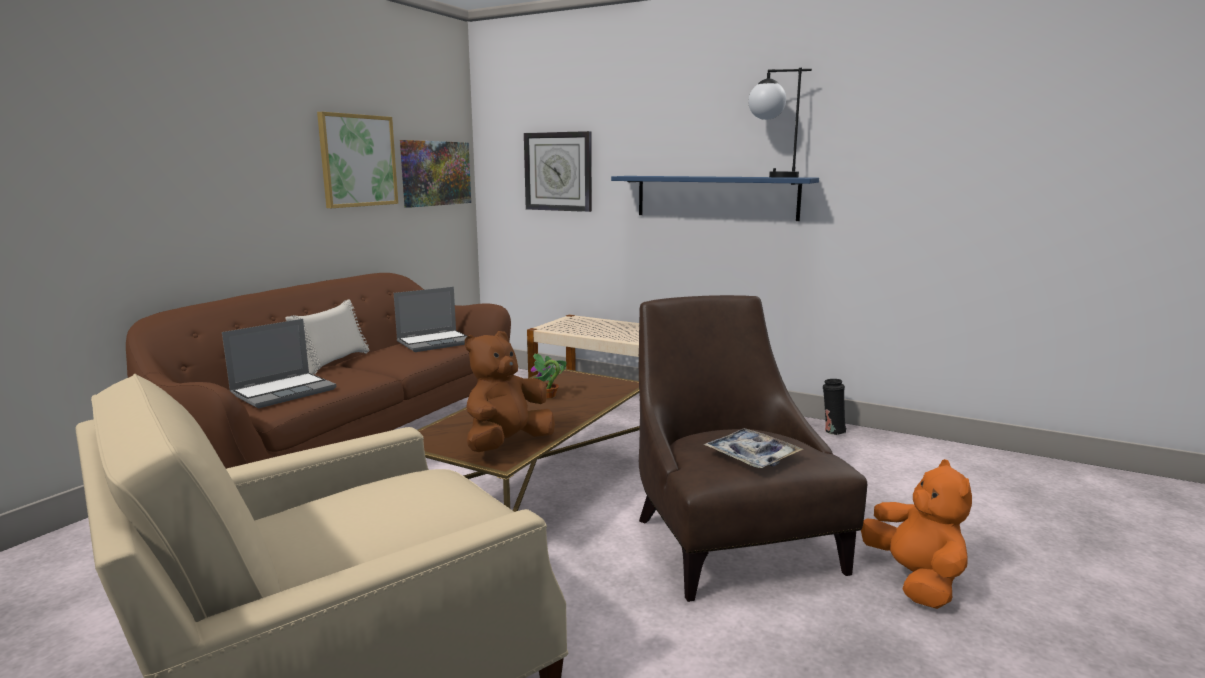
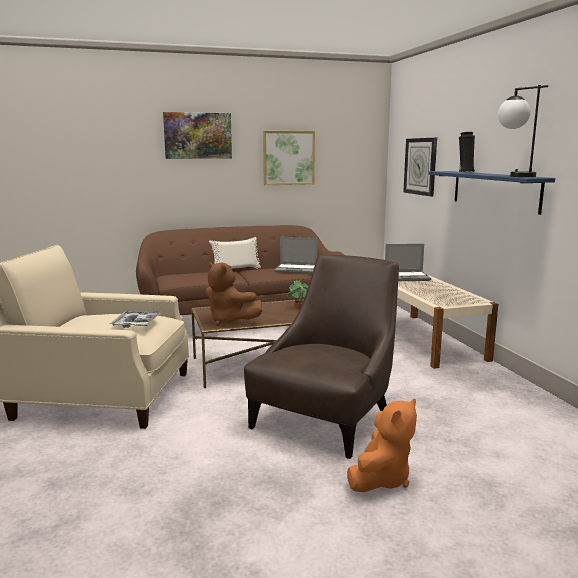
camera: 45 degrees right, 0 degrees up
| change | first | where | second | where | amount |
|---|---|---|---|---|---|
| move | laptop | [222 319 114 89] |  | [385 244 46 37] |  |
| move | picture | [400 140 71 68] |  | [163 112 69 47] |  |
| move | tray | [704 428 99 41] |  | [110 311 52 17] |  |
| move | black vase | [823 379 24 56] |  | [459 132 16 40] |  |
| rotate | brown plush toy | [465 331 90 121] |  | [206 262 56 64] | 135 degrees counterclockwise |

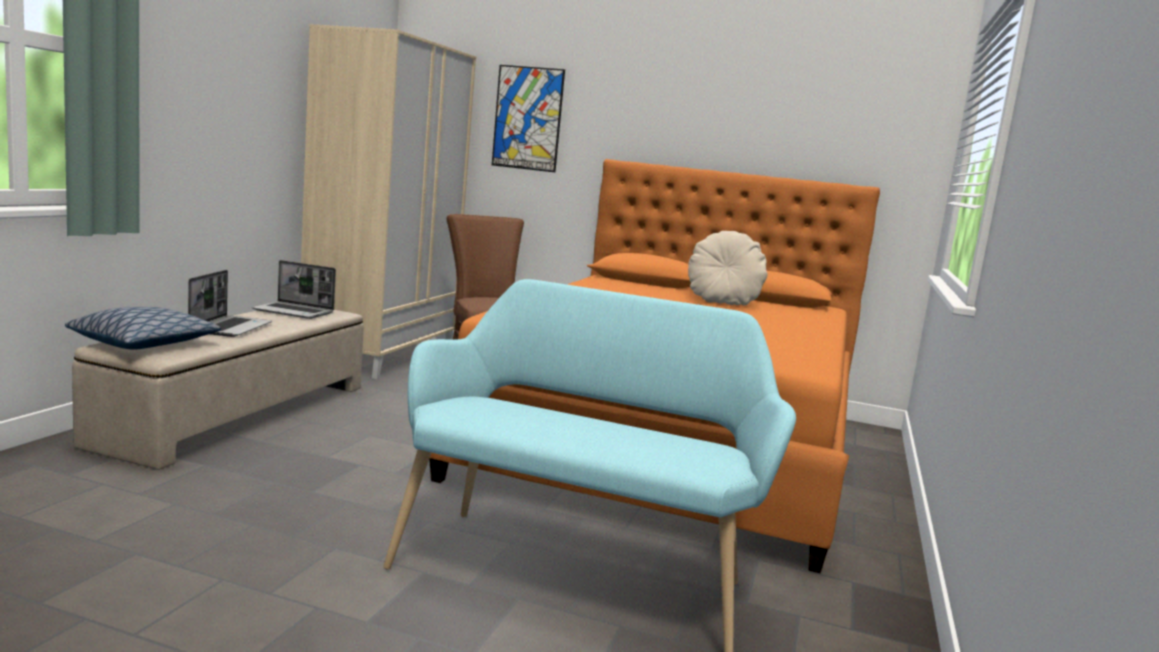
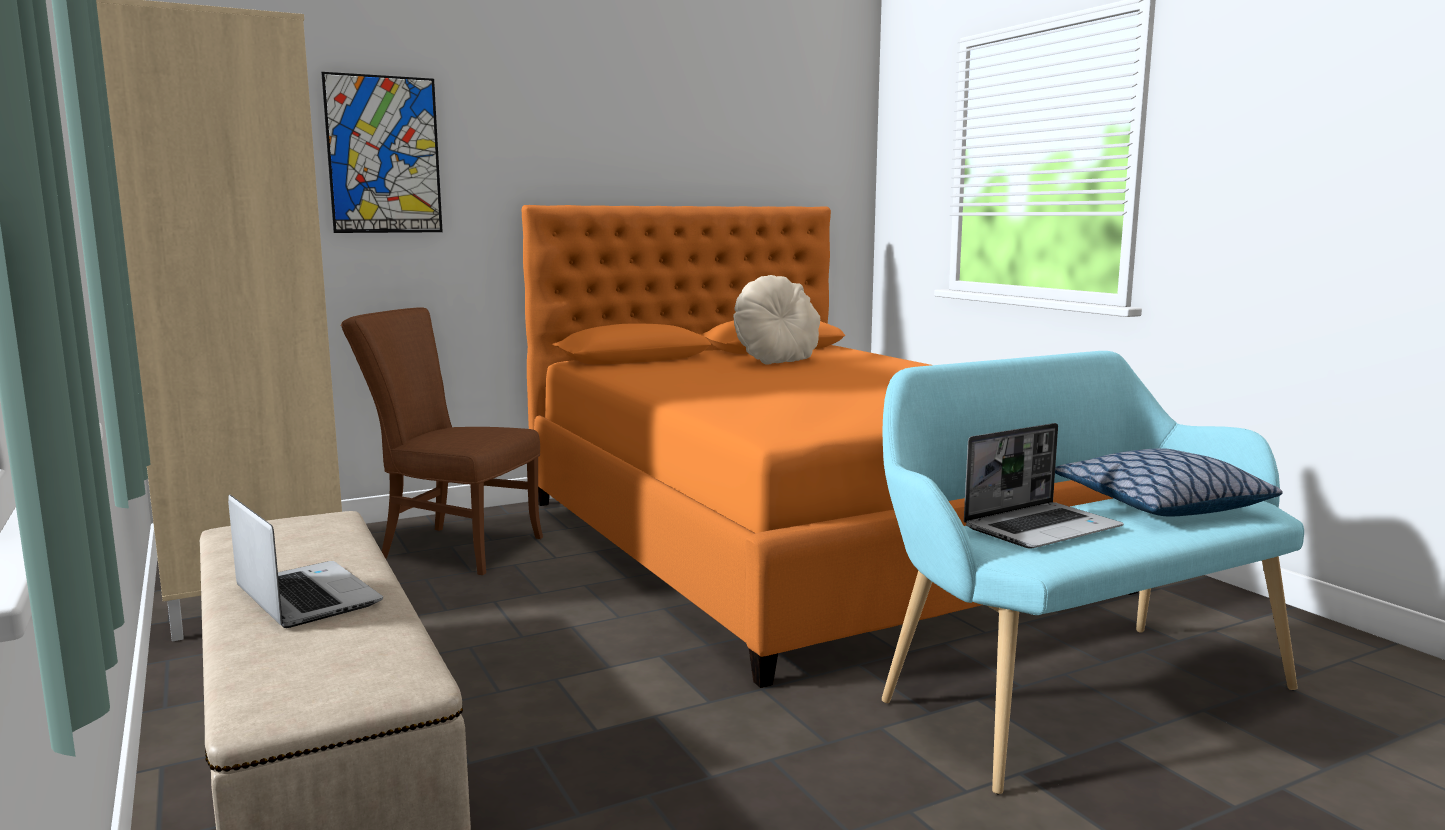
camera: 45 degrees left, 0 degrees up
| change | first | where | second | where | amount |
|---|---|---|---|---|---|
| move | pillow | [65 307 156 42] |  | [1055 448 228 68] |  |
| move | laptop | [252 260 84 59] |  | [964 423 159 126] |  |

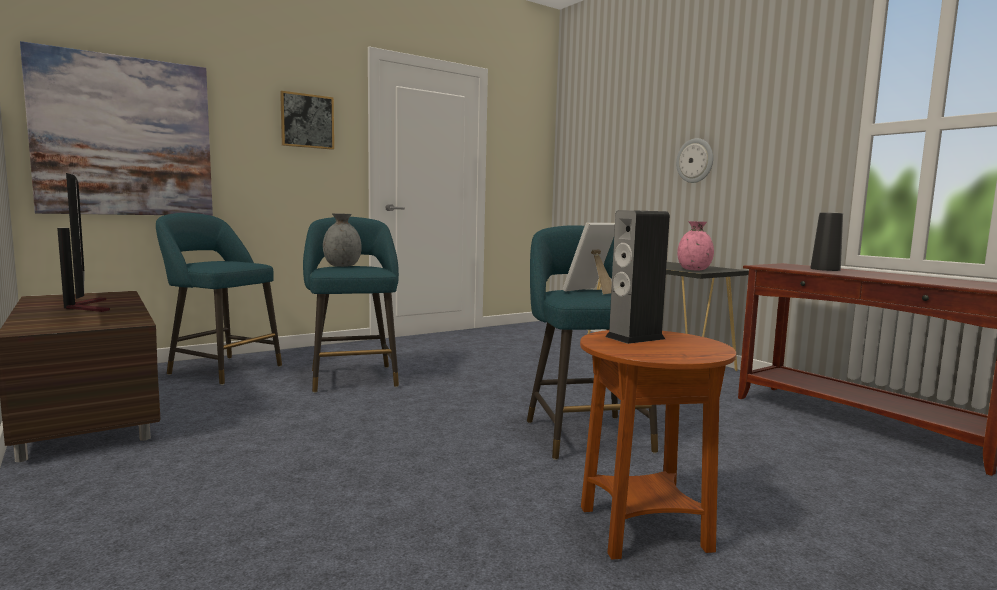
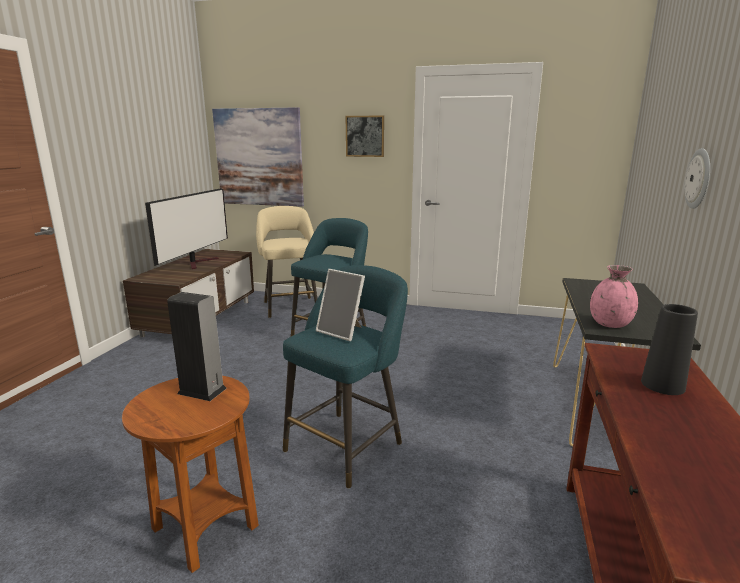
camera: 50 degrees right, 10 degrees up
| change | first | where | second | where | amount |
|---|---|---|---|---|---|
| delete | grey vase | [323 213 39 54] |  |  |  |
| recolor | turquoise stool | [156 213 126 172] | beige stool | [256 206 61 112] |  |
| rotate | picture frame | [563 223 52 72] |  | [316 269 49 72] | 150 degrees counterclockwise |

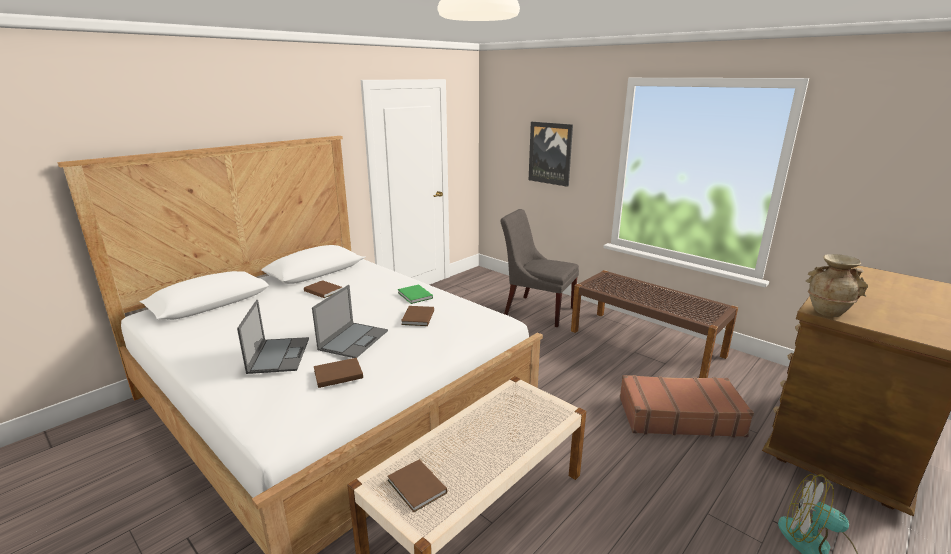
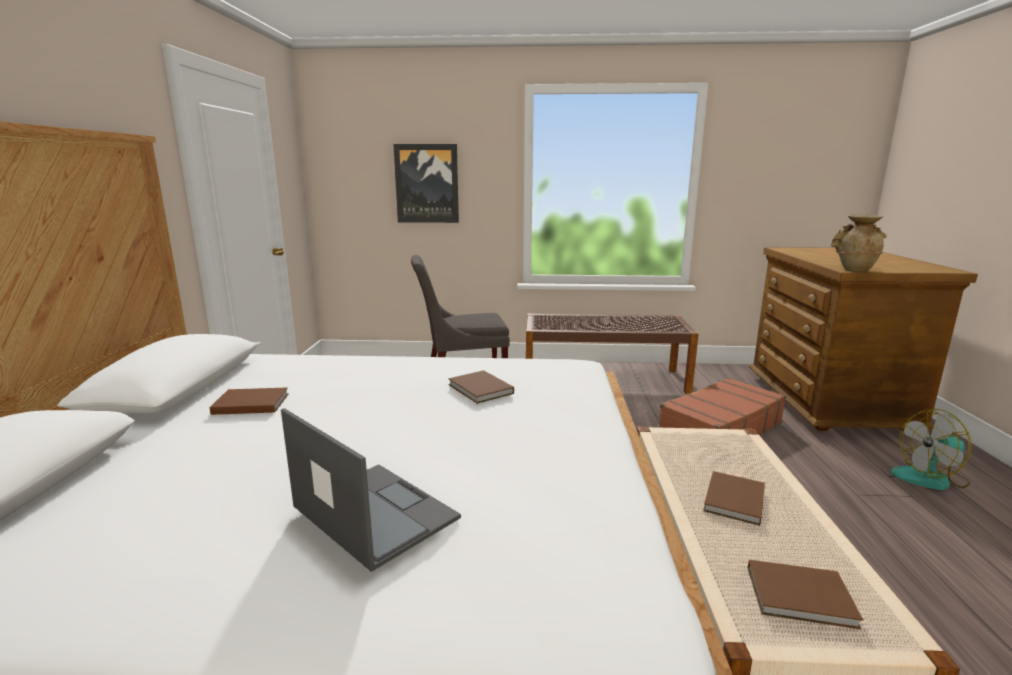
camera: 40 degrees left, 5 degrees down
| change | first | where | second | where | amount |
|---|---|---|---|---|---|
| delete | laptop | [312 285 76 73] |  |  |  |
| delete | green book | [398 284 35 20] |  |  |  |
| move | brown book | [314 358 49 30] |  | [703 471 62 55] |  |

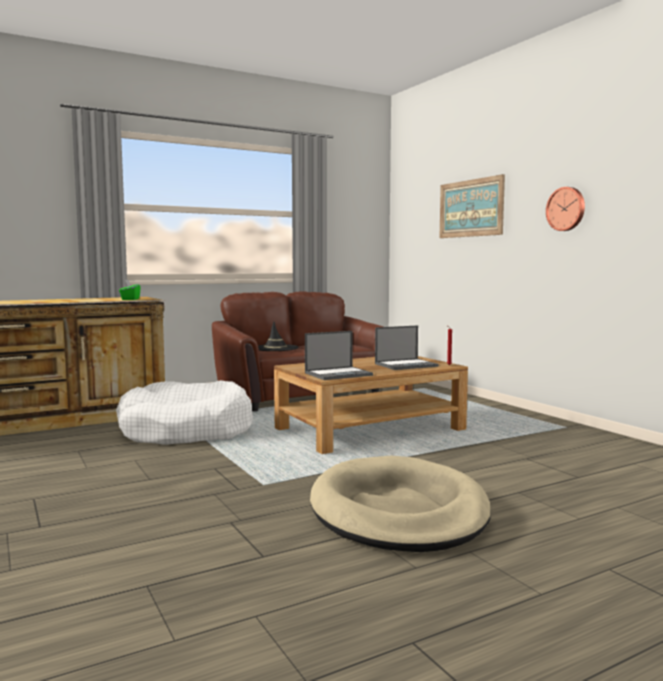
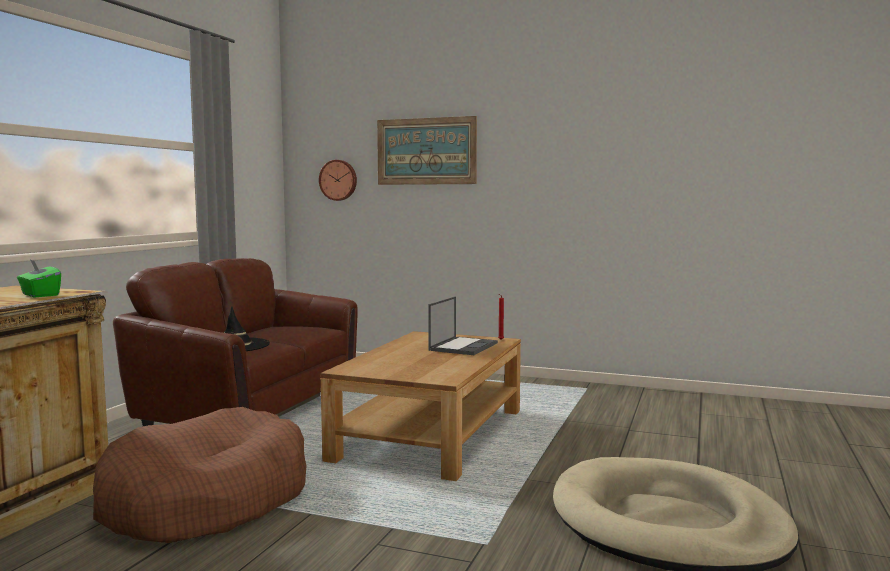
camera: 40 degrees left, 0 degrees up
| change | first | where | second | where | amount |
|---|---|---|---|---|---|
| delete | laptop | [305 331 68 49] |  |  |  |
| move | wall clock | [546 187 39 44] |  | [319 160 38 41] |  |
| recolor | white dog bed | [116 380 137 65] | brown dog bed | [93 407 214 136] |  |

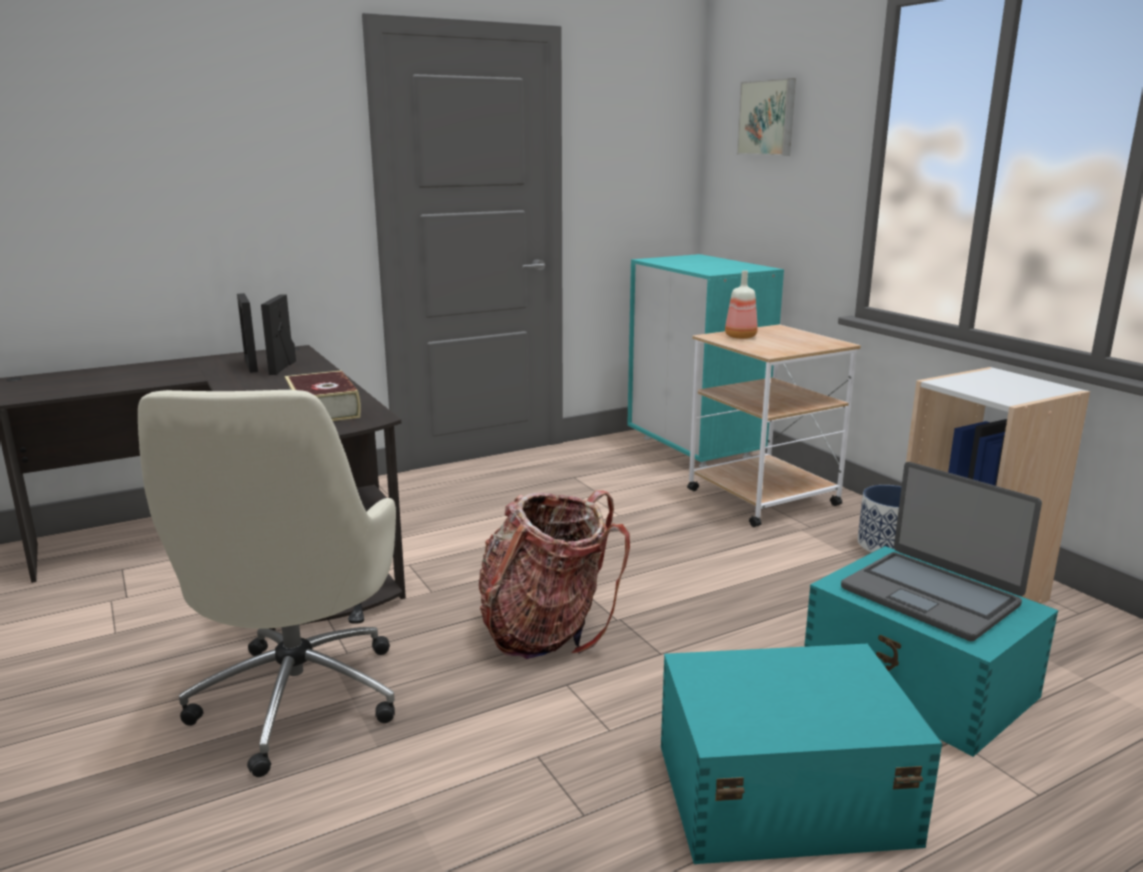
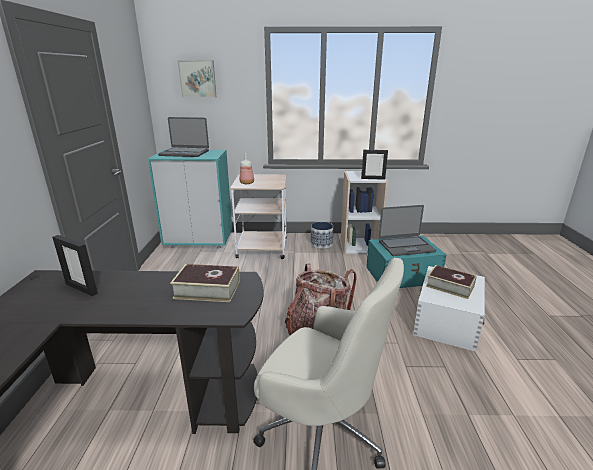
camera: 60 degrees left, 5 degrees up
| change | first | where | second | where | amount |
|---|---|---|---|---|---|
| insert |  |  | laptop | [158 117 51 40] |  |
| insert |  |  | book | [426 265 51 34] |  |
| move | picture frame | [237 293 21 80] |  | [361 150 27 30] |  |
| recolor | turquoise storage box | [661 644 282 220] | white storage box | [413 266 72 86] |  |

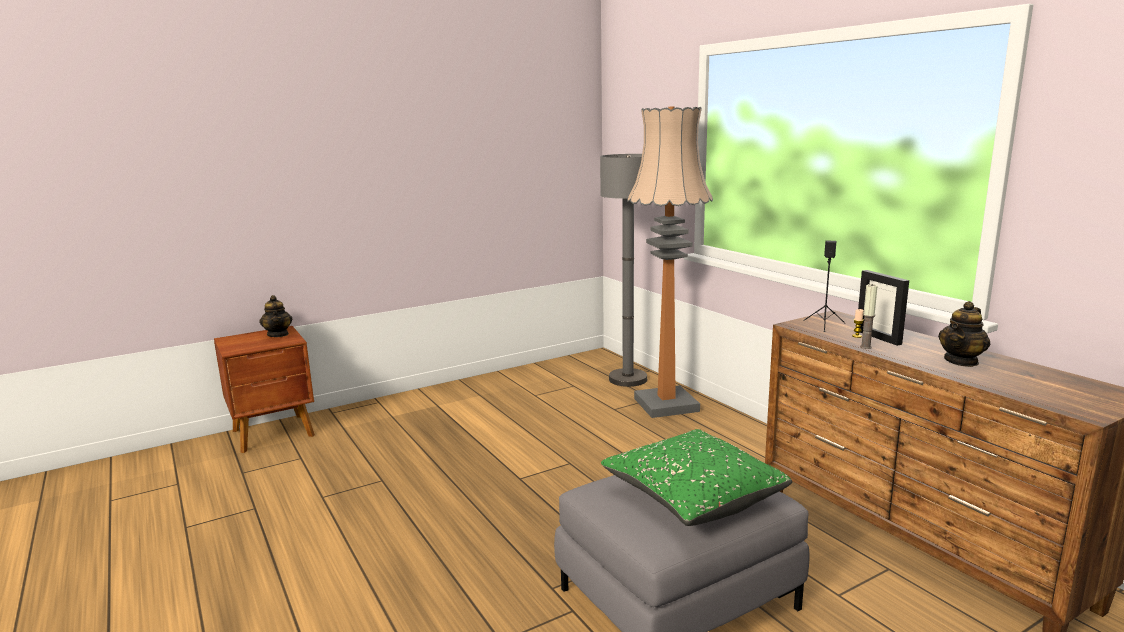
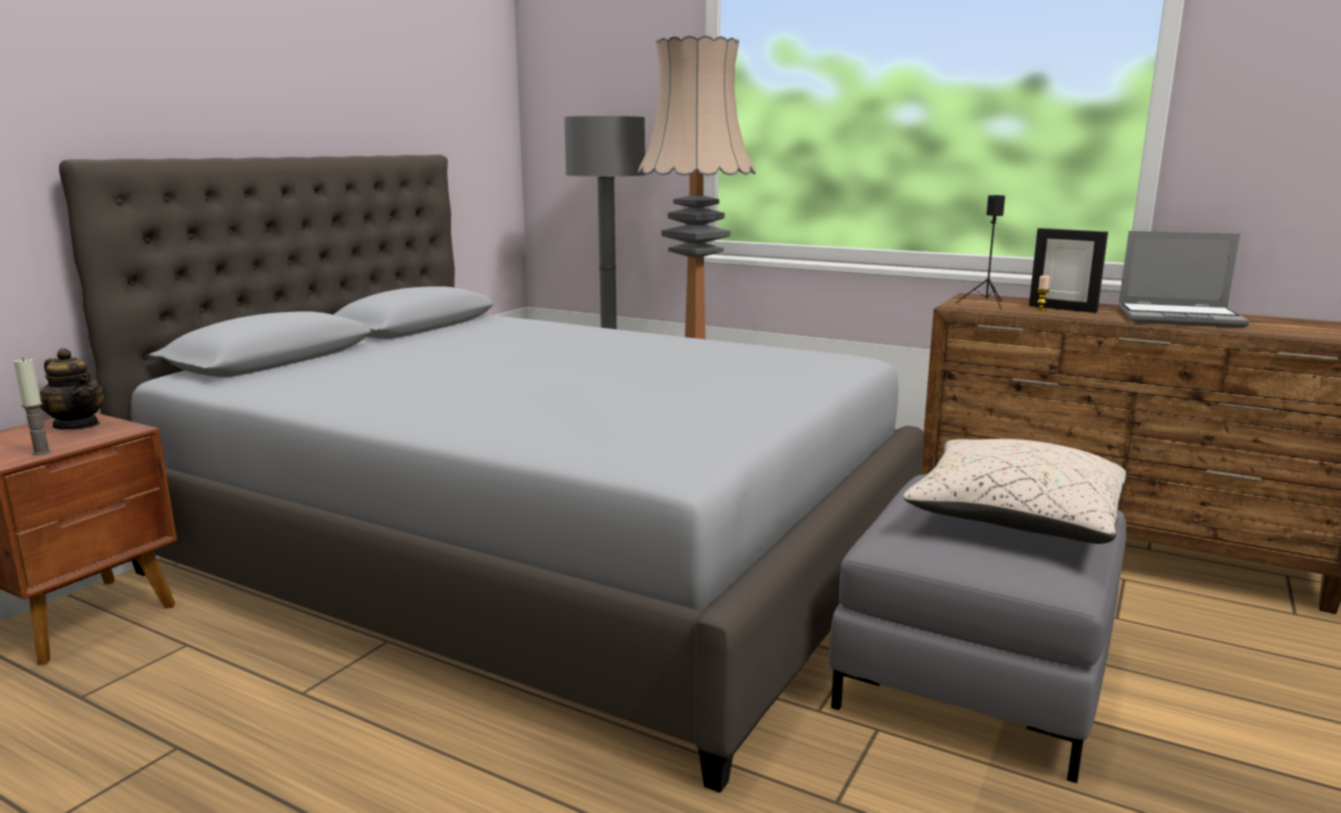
camera: 30 degrees left, 0 degrees up
| change | first | where | second | where | amount |
|---|---|---|---|---|---|
| insert |  |  | grey bed | [59 154 865 639] |  |
| move | candle | [860 284 17 65] |  | [14 358 38 97] |  |
| replace | teapot | [938 301 52 66] | laptop | [1118 231 131 97] |  |
| recolor | green pillow | [601 429 191 97] | beige pillow | [903 439 224 105] |  |

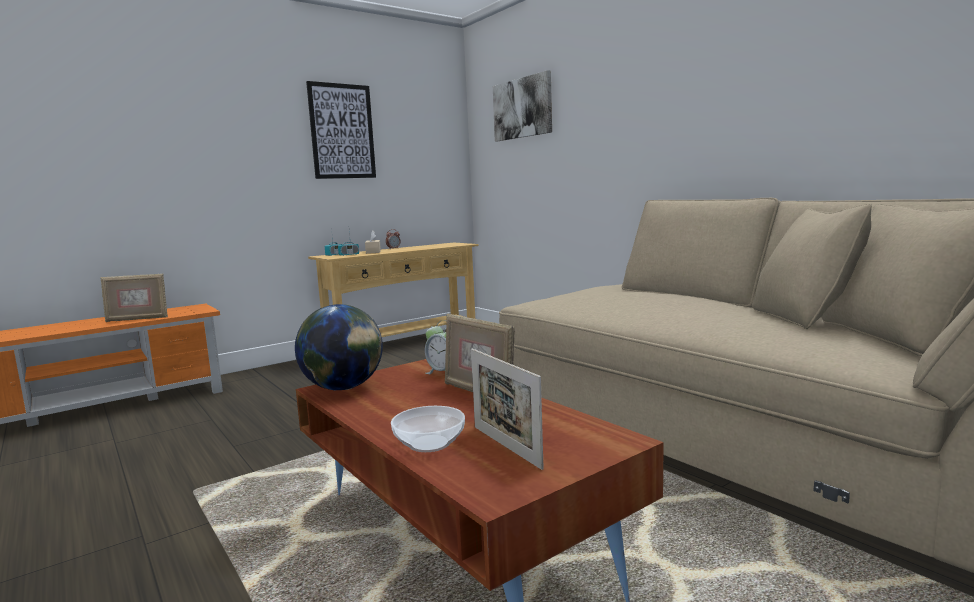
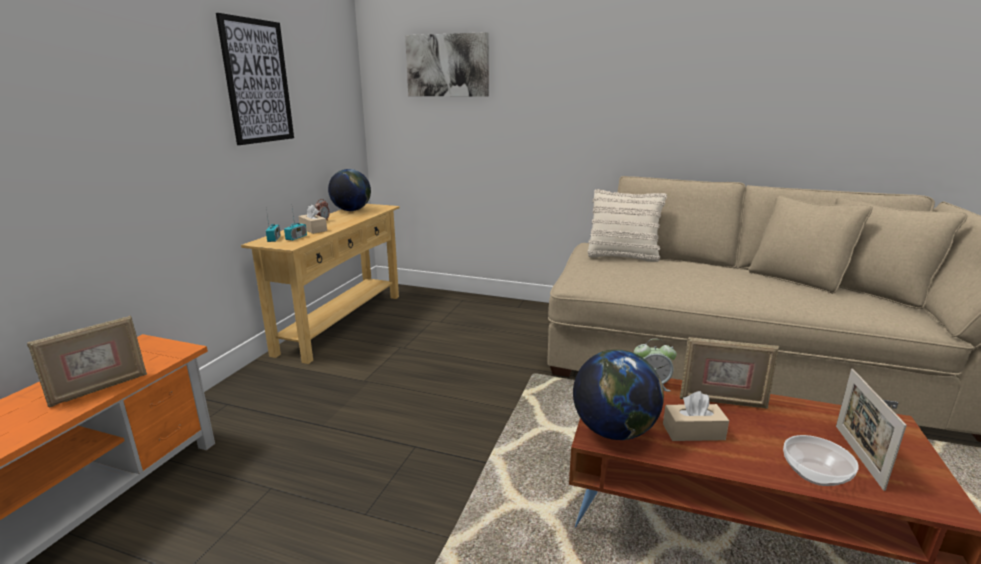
camera: 35 degrees left, 10 degrees up
| change | first | where | second | where | amount |
|---|---|---|---|---|---|
| insert |  |  | globe | [328 169 43 42] |  |
| insert |  |  | beige pillow | [588 189 79 73] |  |
| insert |  |  | beige tissue box | [663 391 66 50] |  |
| rotate | picture frame | [471 348 73 122] |  | [836 369 71 122] | 75 degrees clockwise |

